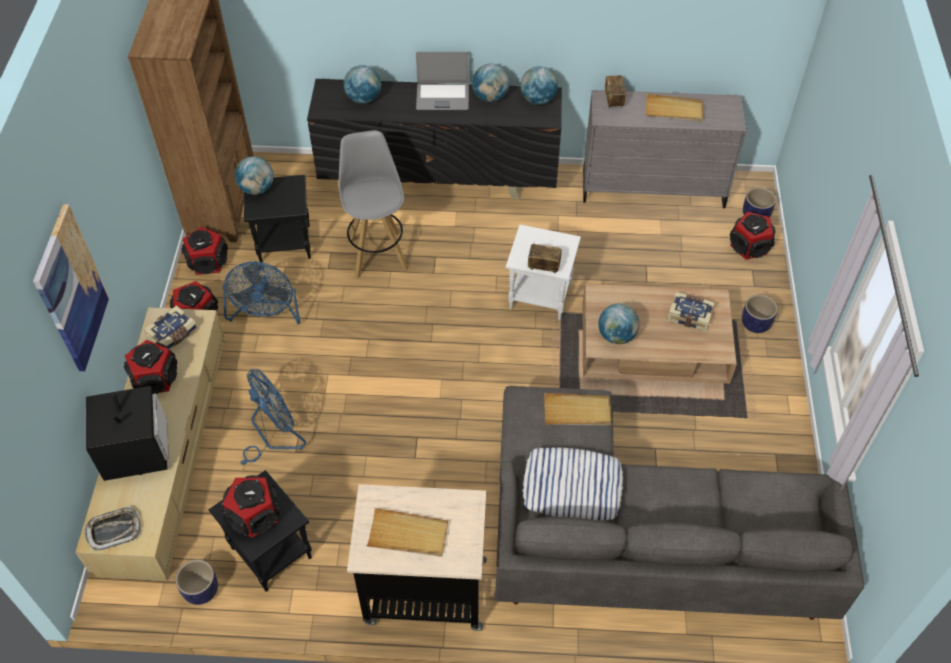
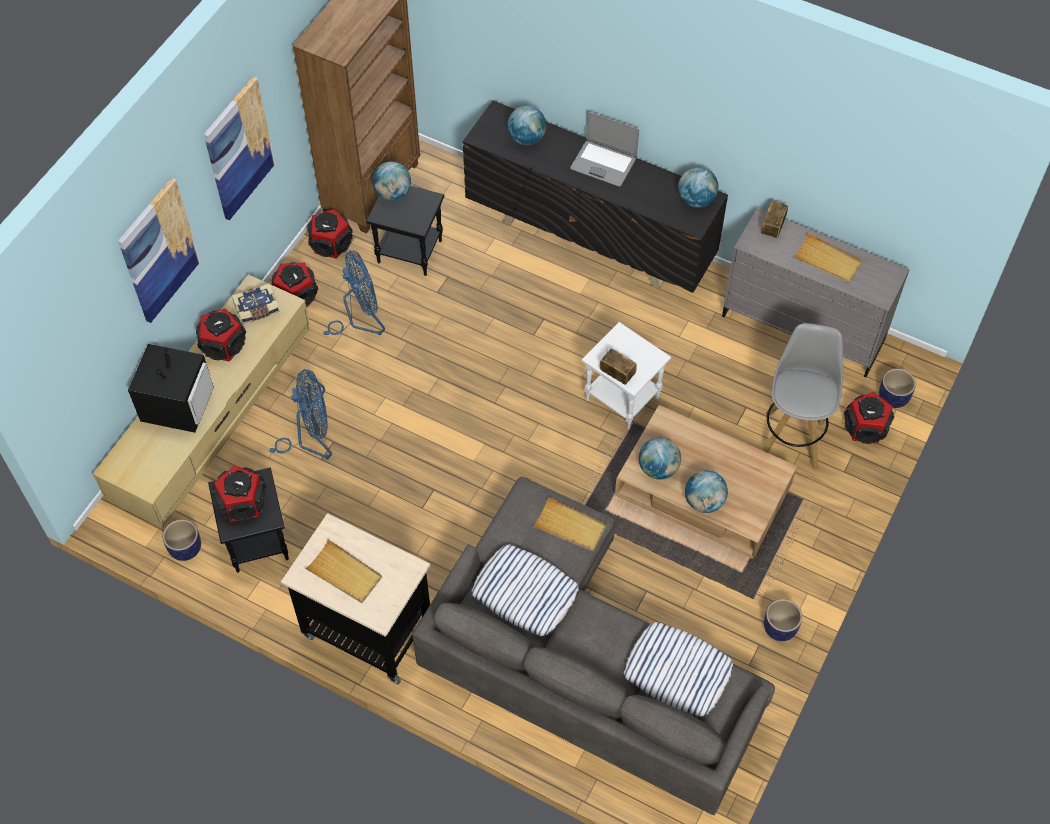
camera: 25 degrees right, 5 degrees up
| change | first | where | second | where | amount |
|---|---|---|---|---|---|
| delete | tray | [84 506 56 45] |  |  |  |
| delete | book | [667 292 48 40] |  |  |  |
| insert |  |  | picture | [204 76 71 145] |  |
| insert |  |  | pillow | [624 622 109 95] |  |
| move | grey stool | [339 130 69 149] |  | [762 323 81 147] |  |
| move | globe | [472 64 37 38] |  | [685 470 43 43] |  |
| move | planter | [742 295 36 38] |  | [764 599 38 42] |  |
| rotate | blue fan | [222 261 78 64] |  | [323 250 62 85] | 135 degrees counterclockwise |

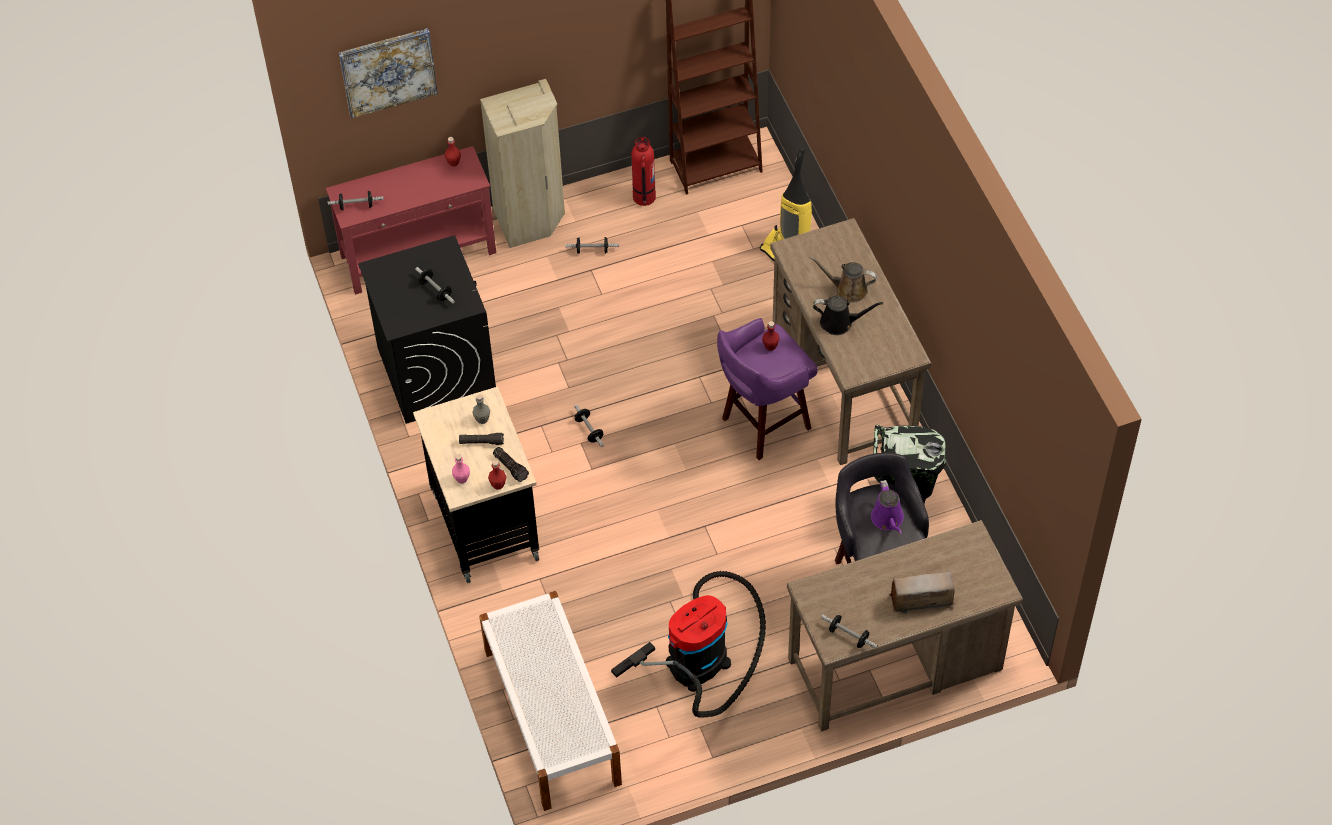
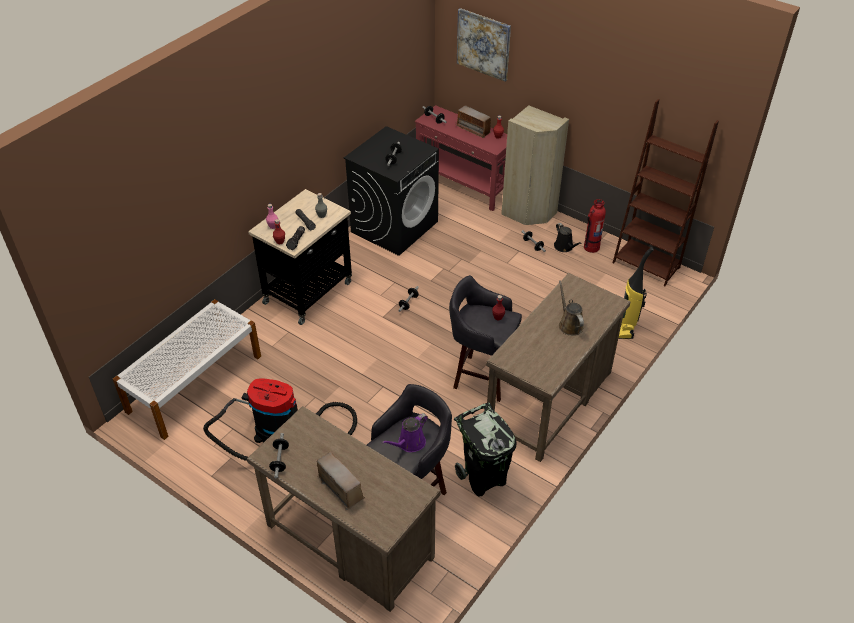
camera: 55 degrees right, 10 degrees down
| change | first | where | second | where | amount |
|---|---|---|---|---|---|
| insert |  |  | radio | [456 105 35 33] |  |
| move | black watering can | [813 296 70 39] |  | [554 223 28 29] |  |
| recolor | purple stool | [717 318 101 142] | grey stool | [449 275 73 127] |  |

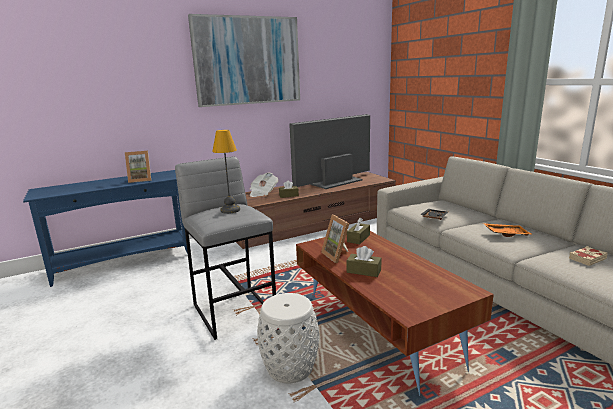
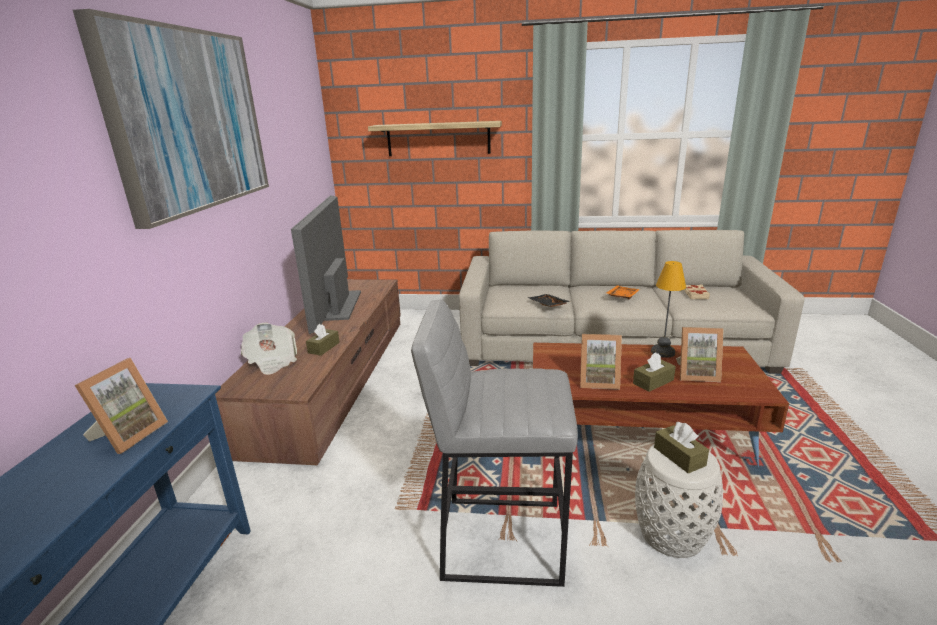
camera: 55 degrees left, 5 degrees up
| change | first | where | second | where | amount |
|---|---|---|---|---|---|
| insert |  |  | shelf | [368 121 134 35] |  |
| insert |  |  | picture frame | [676 327 48 55] |  |
| move | table lamp | [212 130 28 84] |  | [651 261 35 97] |  |
| move | brown tissue box | [347 218 23 26] |  | [654 422 55 51] |  |

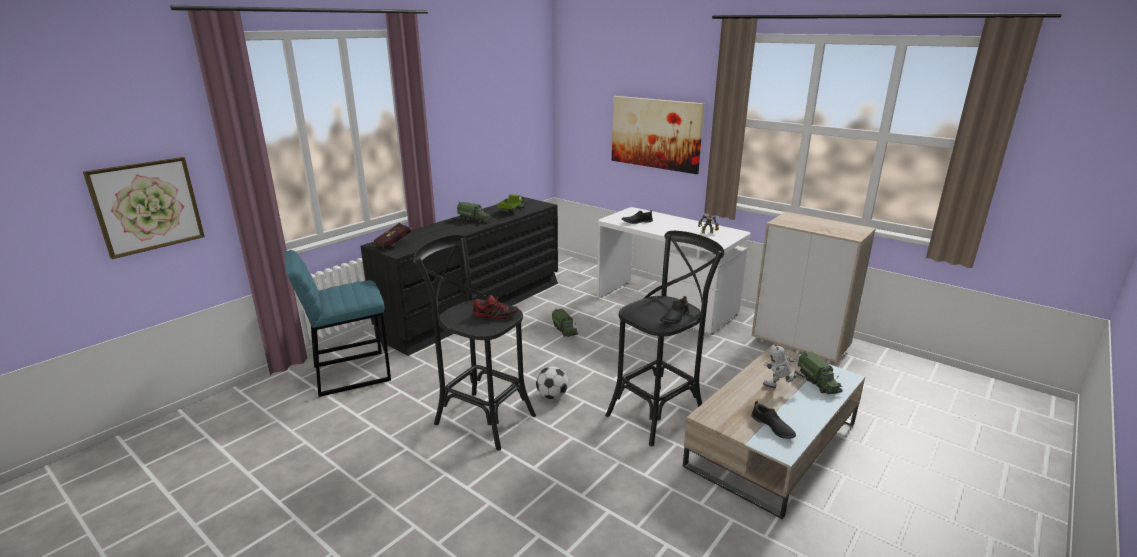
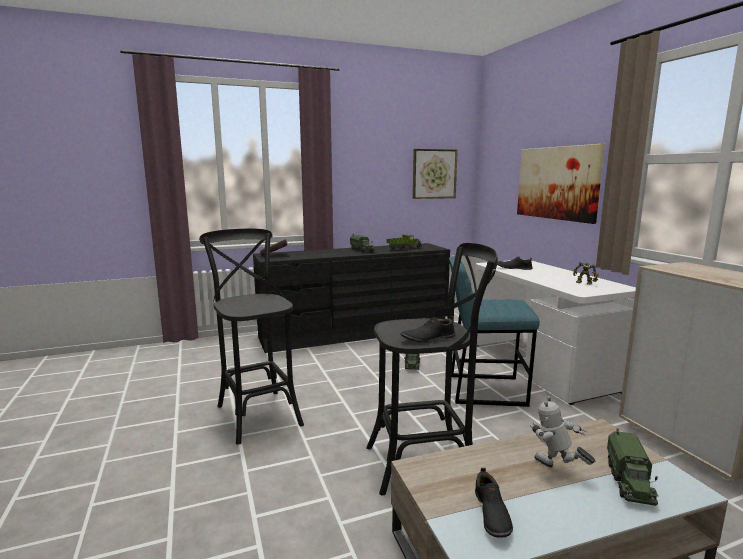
camera: 30 degrees right, 10 degrees down
| change | first | where | second | where | amount |
|---|---|---|---|---|---|
| delete | shoe | [472 295 47 24] |  |  |  |
| delete | football | [536 367 32 32] |  |  |  |
| move | picture | [83 157 122 102] |  | [413 149 45 50] |  |
| move | blue stool | [284 250 107 147] |  | [449 256 91 151] |  |

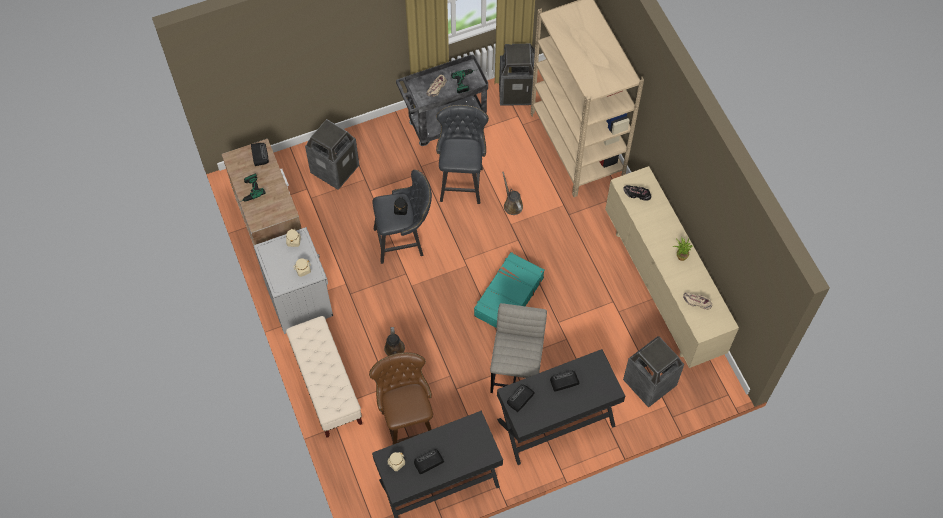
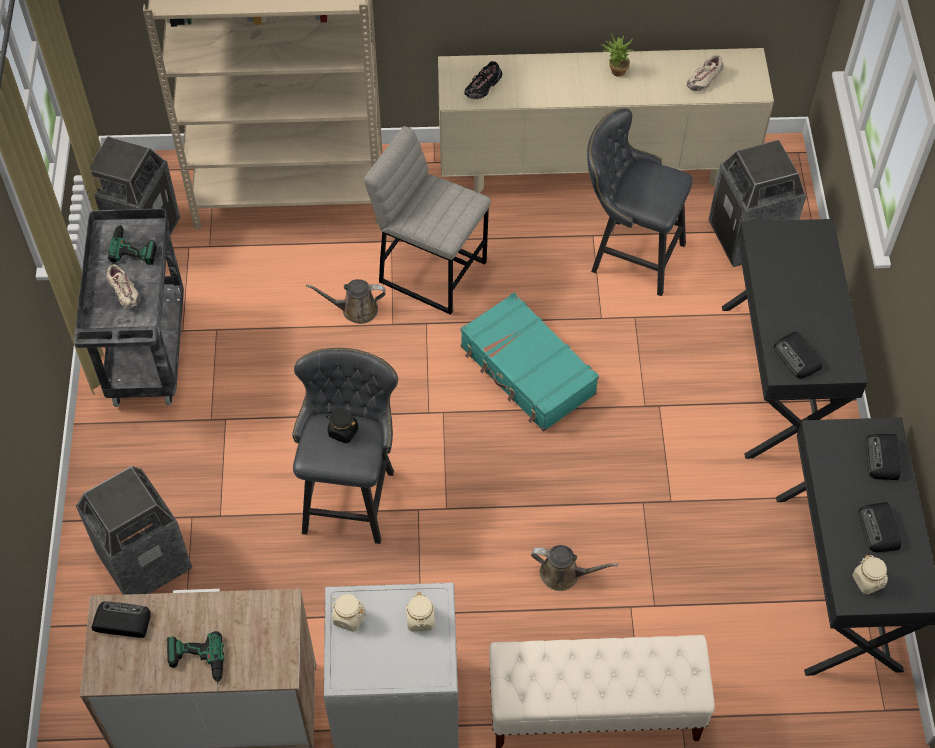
camera: 70 degrees left, 5 degrees down
| change | first | where | second | where | amount |
|---|---|---|---|---|---|
| delete | brown stool | [369 352 64 92] |  |  |  |
| move | grey stool | [436 105 53 99] |  | [587 108 106 188] |  |
| move | grey chair | [490 303 57 90] |  | [364 126 127 189] |  |
| move | radio | [550 371 29 20] |  | [866 434 35 46] |  |

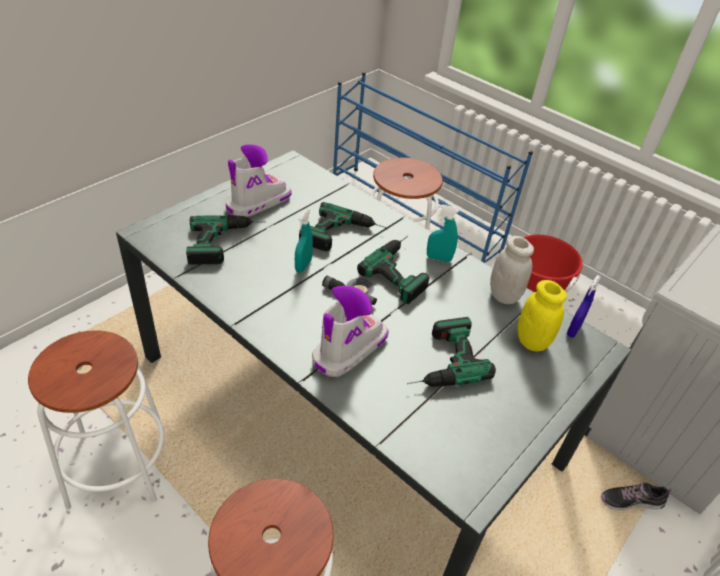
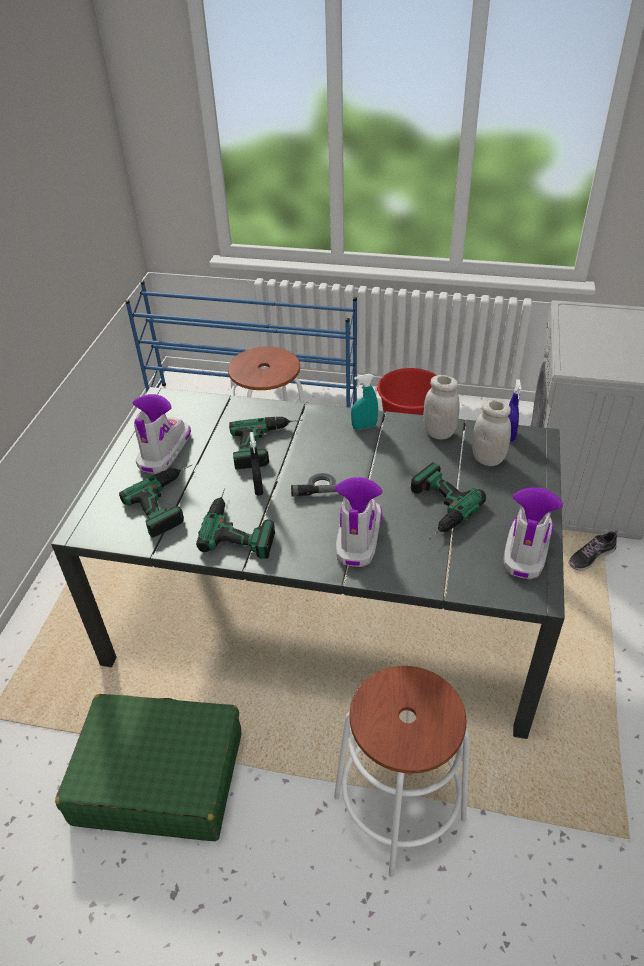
camera: 25 degrees left, 0 degrees up
| change | first | where | second | where | amount |
|---|---|---|---|---|---|
| insert |  |  | boot | [504 487 59 92] |  |
| move | power drill | [357 236 72 68] |  | [196 488 79 71] |  |
| replace | white stool | [28 330 136 180] | green suitcase | [55 694 187 147] |  |
| recolor | turquoise spray bottle | [295 210 18 63] | black spray bottle | [250 432 13 64] |  |
| recolor | yellow jar | [518 280 49 72] | white jar | [472 400 39 66] |  |

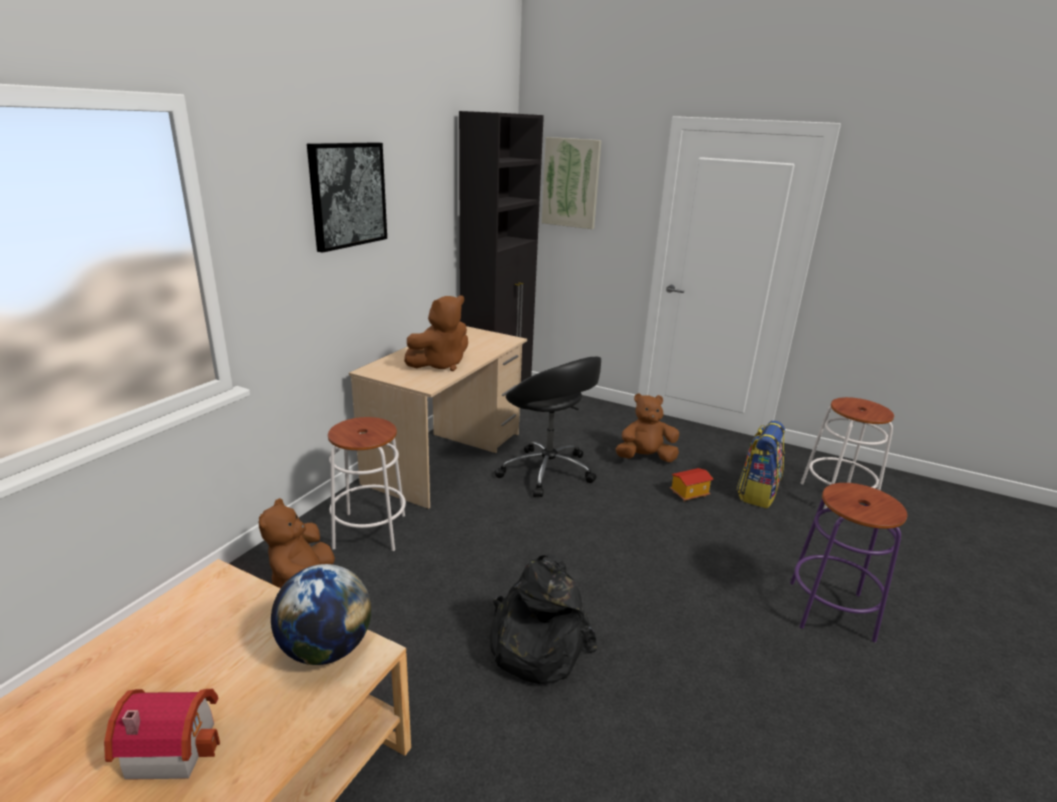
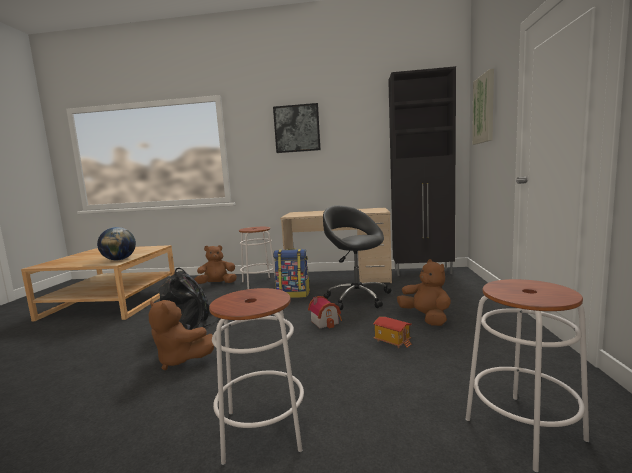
camera: 70 degrees right, 15 degrees down
| change | first | where | second | where | amount |
|---|---|---|---|---|---|
| move | toy house | [104 689 116 91] |  | [308 296 34 33] |  |
| move | brown plush toy | [404 296 64 75] |  | [149 300 65 70] |  |
| move | backpack | [737 421 48 87] |  | [273 248 37 50] |  |
| recolor | purple stool | [790 483 117 160] | white stool | [209 288 95 177] |  |
| rotate | black office chair | [495 357 106 140] |  | [323 205 69 105] | 105 degrees clockwise |

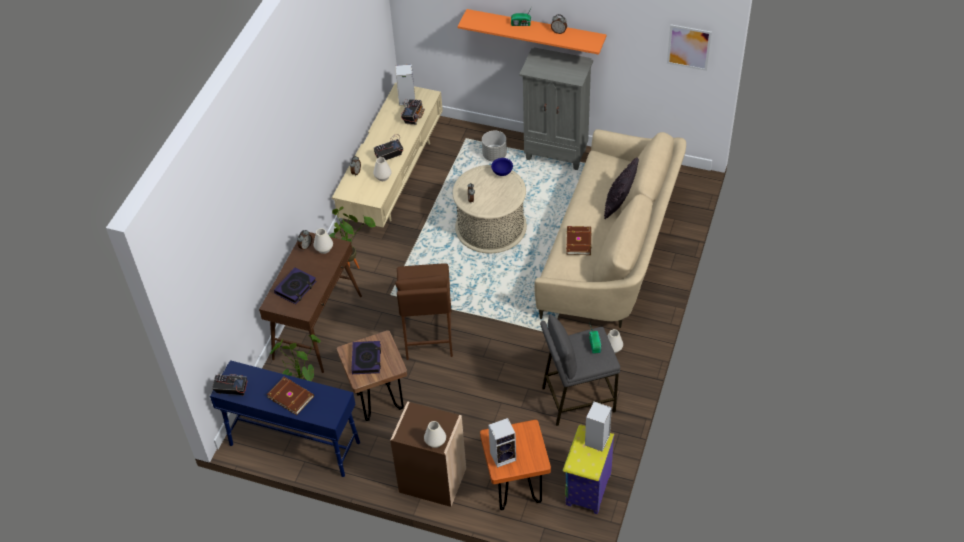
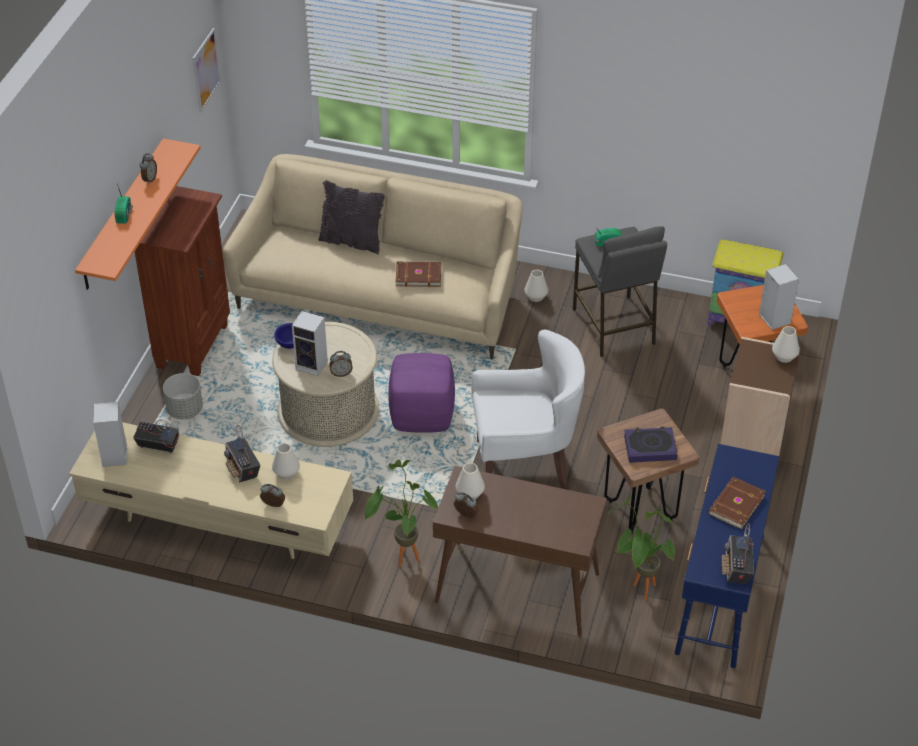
camera: 95 degrees left, 5 degrees down
| change | first | where | second | where | amount |
|---|---|---|---|---|---|
| delete | book | [274 268 43 36] |  |  |  |
| insert |  |  | purple ottoman | [388 353 67 80] |  |
| move | speaker | [585 401 27 51] |  | [292 311 36 65] |  |
| replace | brown stool | [395 263 58 97] | white armchair | [472 330 113 160] |  |
| recolor | grey cabinet | [519 47 74 123] | brown cabinet | [135 186 95 190] |  |

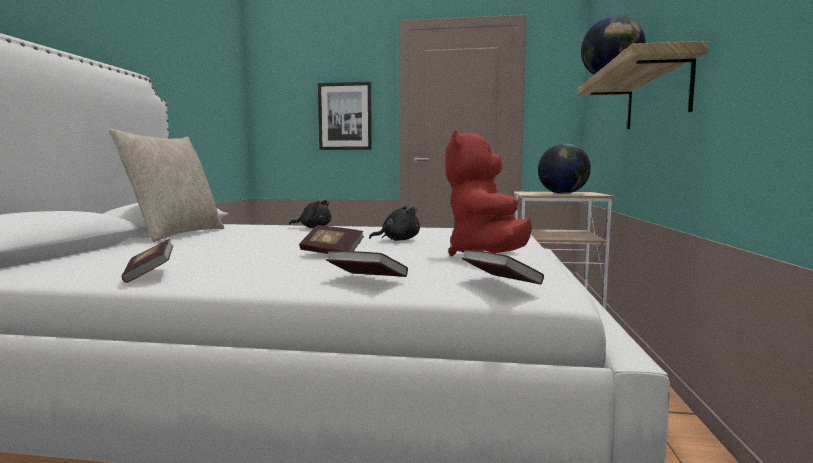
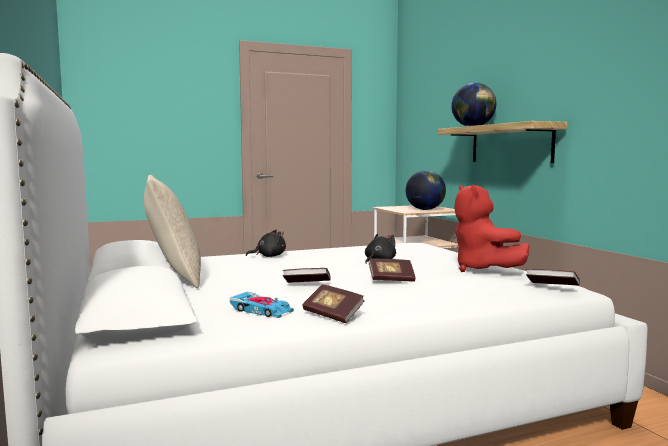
camera: 30 degrees left, 0 degrees up
| change | first | where | second | where | amount |
|---|---|---|---|---|---|
| delete | picture | [318 82 54 68] |  |  |  |
| insert |  |  | toy car | [230 292 64 26] |  |
| move | book | [326 251 82 26] |  | [283 268 48 15] |  |

